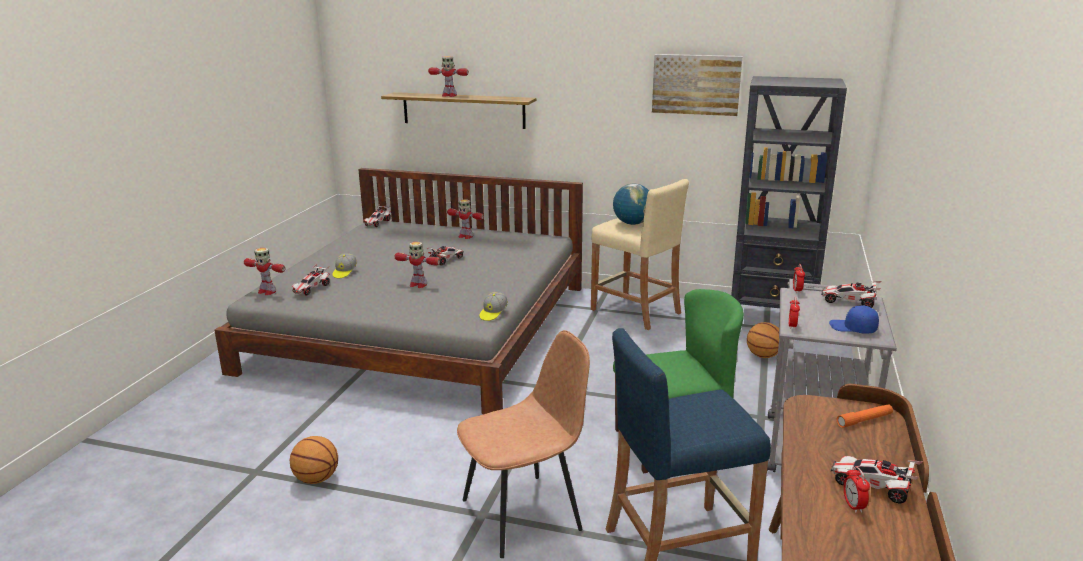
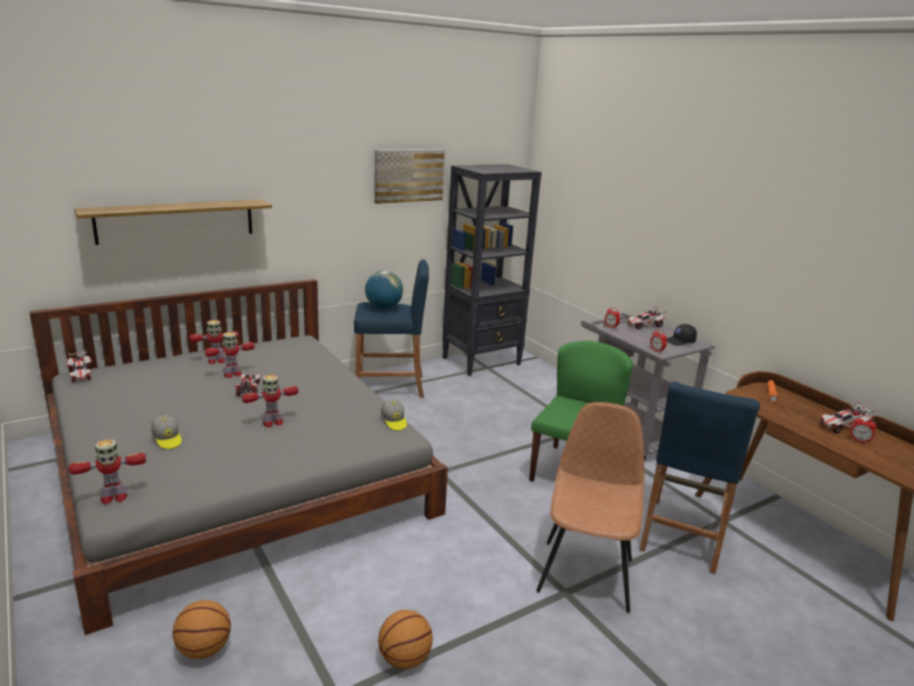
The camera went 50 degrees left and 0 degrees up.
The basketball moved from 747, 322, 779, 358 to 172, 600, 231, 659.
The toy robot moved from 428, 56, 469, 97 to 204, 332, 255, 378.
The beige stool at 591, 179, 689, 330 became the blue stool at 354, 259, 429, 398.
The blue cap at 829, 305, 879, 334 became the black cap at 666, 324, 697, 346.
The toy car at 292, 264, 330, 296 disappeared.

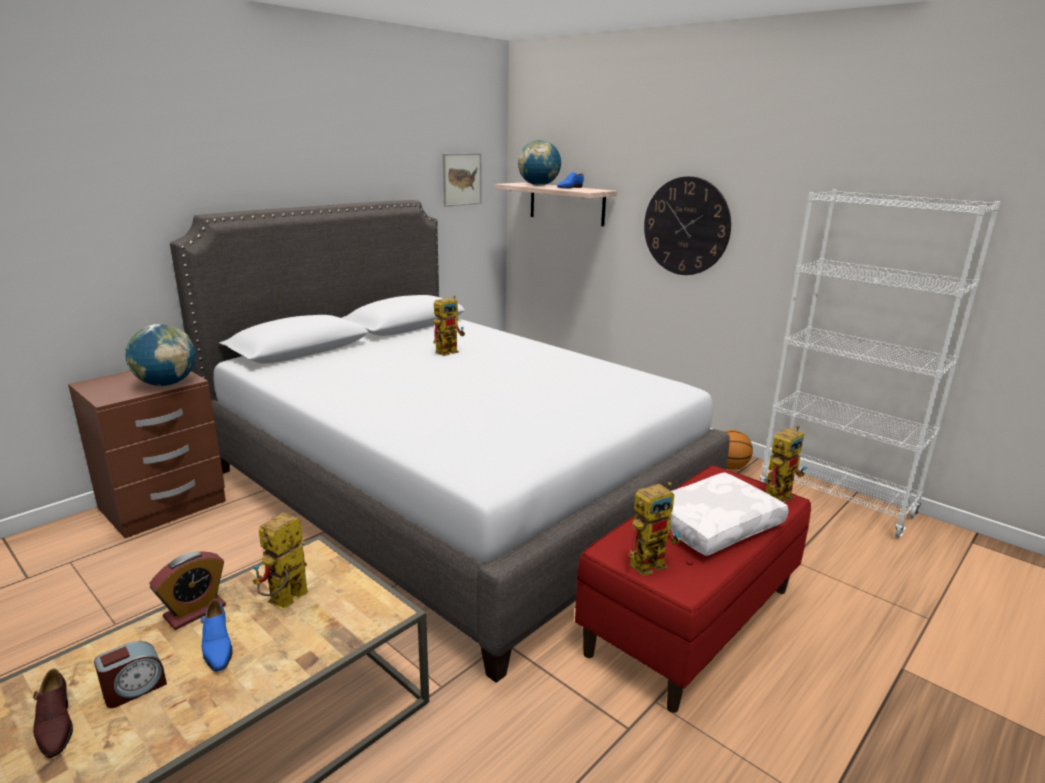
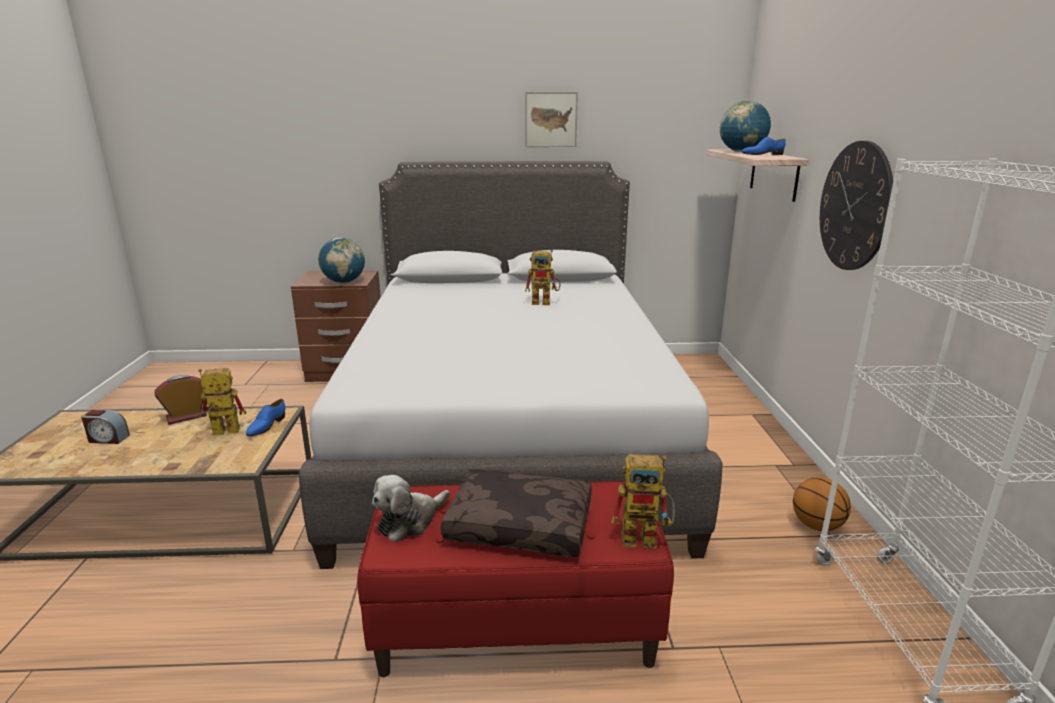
The camera went 45 degrees right and 0 degrees up.
The alarm clock at 149, 551, 226, 630 turned 150 degrees clockwise.
The blue shoe moved from 201, 599, 232, 672 to 246, 399, 286, 436.
The toy robot at 629, 482, 680, 576 was replaced by the plush toy at 372, 475, 450, 542.
The white pillow at 670, 472, 789, 556 became the brown pillow at 441, 469, 592, 557.
The picture moved from 443, 153, 481, 207 to 525, 92, 578, 147.
The brown shoe at 33, 669, 73, 758 disappeared.

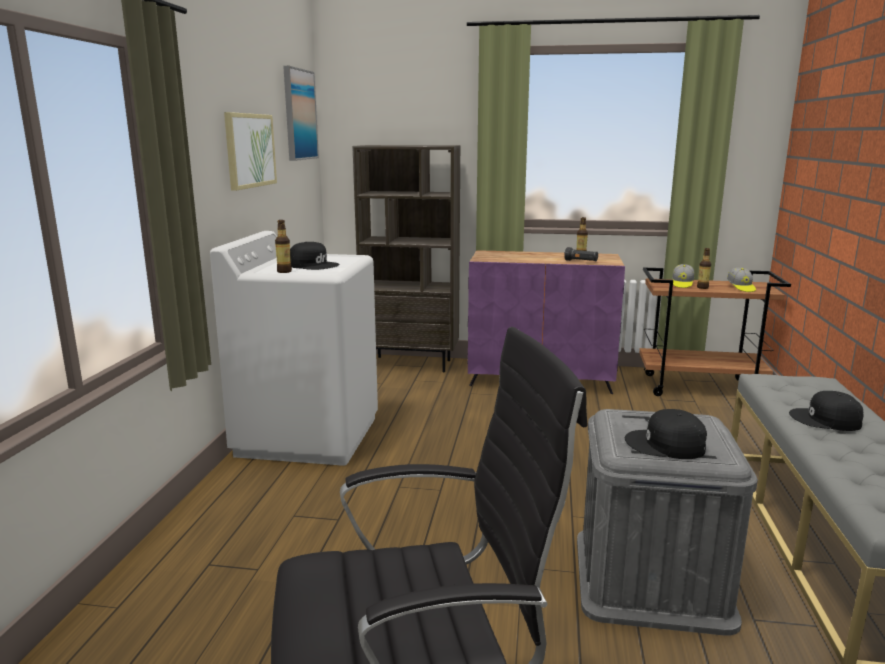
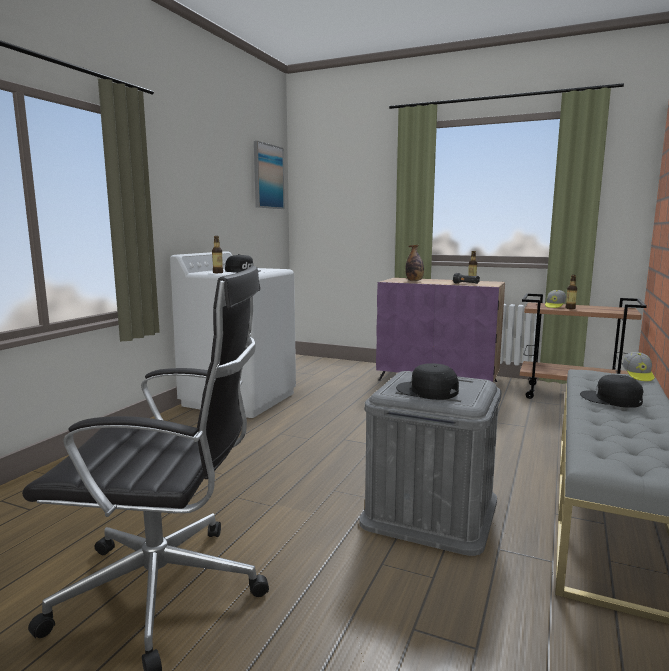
The camera went 15 degrees right and 5 degrees down.
The bottle at 406, 245, 424, 281 appeared.
The cap moved from 727, 268, 756, 292 to 623, 352, 654, 381.
The picture at 224, 112, 277, 191 disappeared.
The brown bookcase at 352, 145, 460, 372 disappeared.

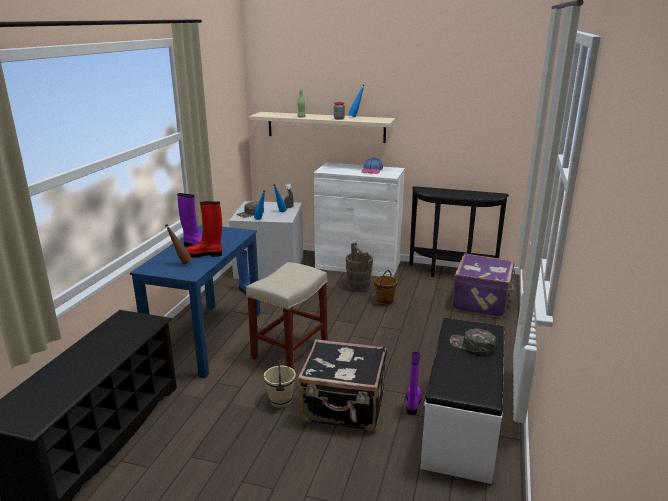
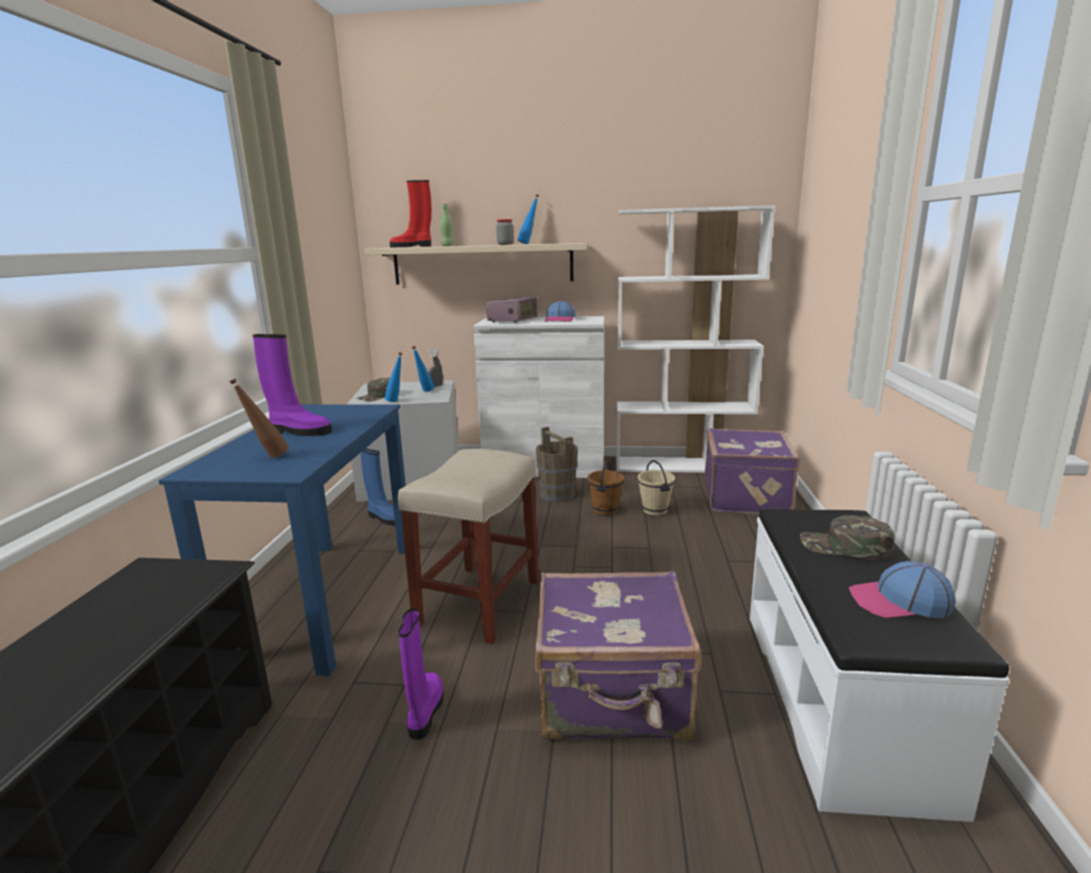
The camera went 10 degrees left and 5 degrees down.
The red boot moved from 186, 201, 222, 258 to 390, 180, 432, 248.
The purple boot moved from 406, 352, 422, 415 to 398, 609, 444, 740.
The radio at 486, 296, 537, 322 appeared.
The black suitcase at 298, 339, 387, 431 became the purple suitcase at 535, 571, 701, 740.
The black console table at 409, 186, 509, 277 was replaced by the white bookcase at 616, 205, 775, 473.
The beige bucket moved from 264, 360, 296, 407 to 638, 460, 675, 516.
The cap at 849, 561, 956, 618 appeared.

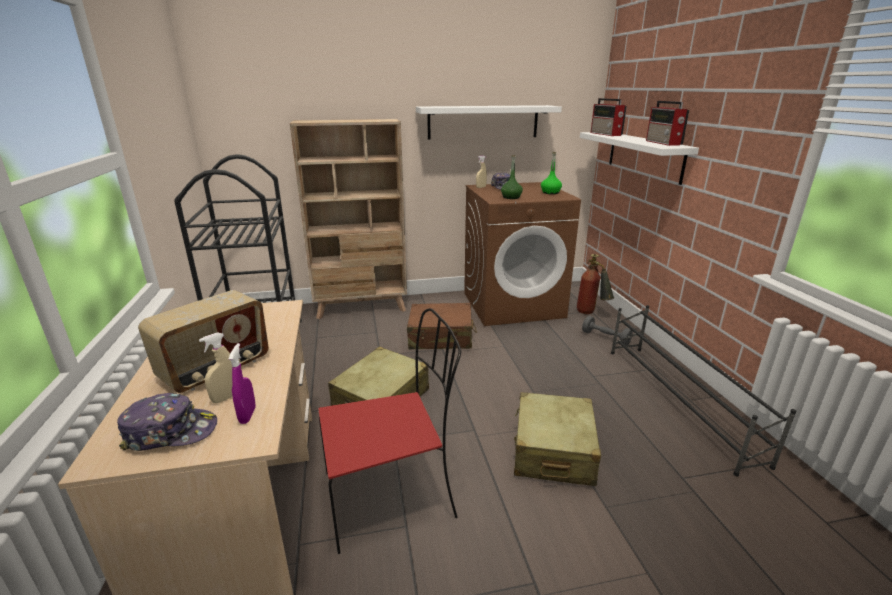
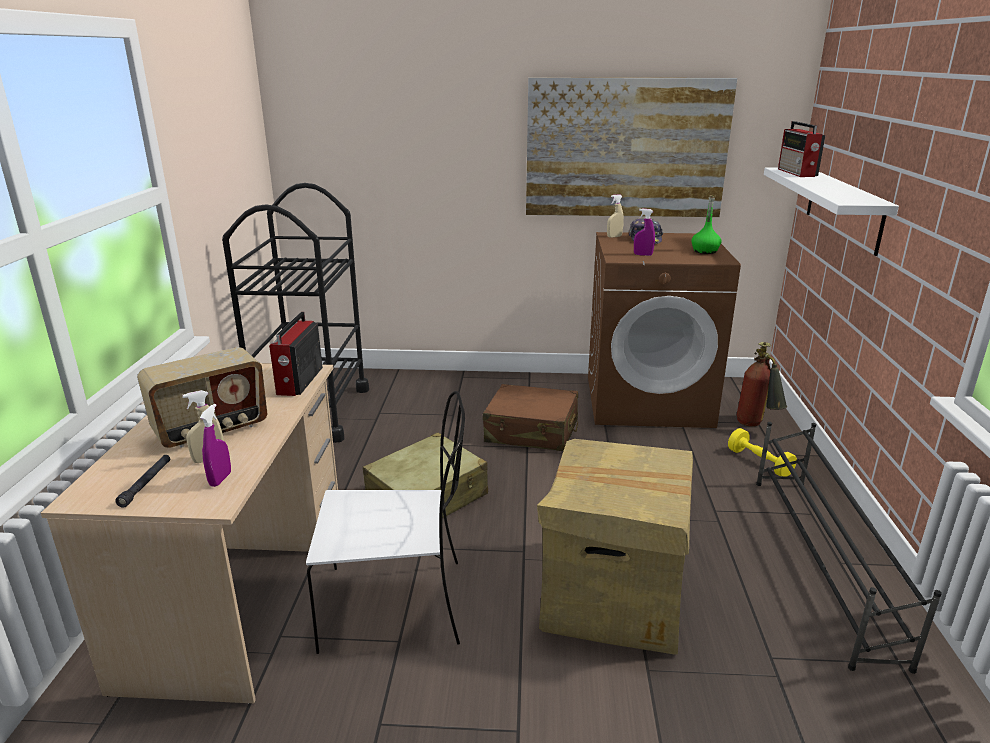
The camera went 15 degrees right and 0 degrees up.
The cap at 117, 393, 217, 451 was replaced by the black flashlight at 115, 455, 170, 508.
The radio moved from 646, 101, 689, 146 to 269, 312, 323, 396.
The red chair at 318, 308, 461, 554 became the white chair at 306, 391, 465, 654.
The white shelf at 416, 105, 562, 140 was replaced by the picture at 526, 78, 737, 217.
The beige suitcase at 514, 392, 601, 486 was replaced by the cardboard box at 537, 439, 693, 655.
The green bottle at 501, 155, 523, 199 was replaced by the purple spray bottle at 634, 209, 655, 256.
The grey dumbbell at 582, 316, 633, 346 became the yellow dumbbell at 728, 428, 797, 477.
The beige bookcase at 290, 119, 407, 319 disappeared.

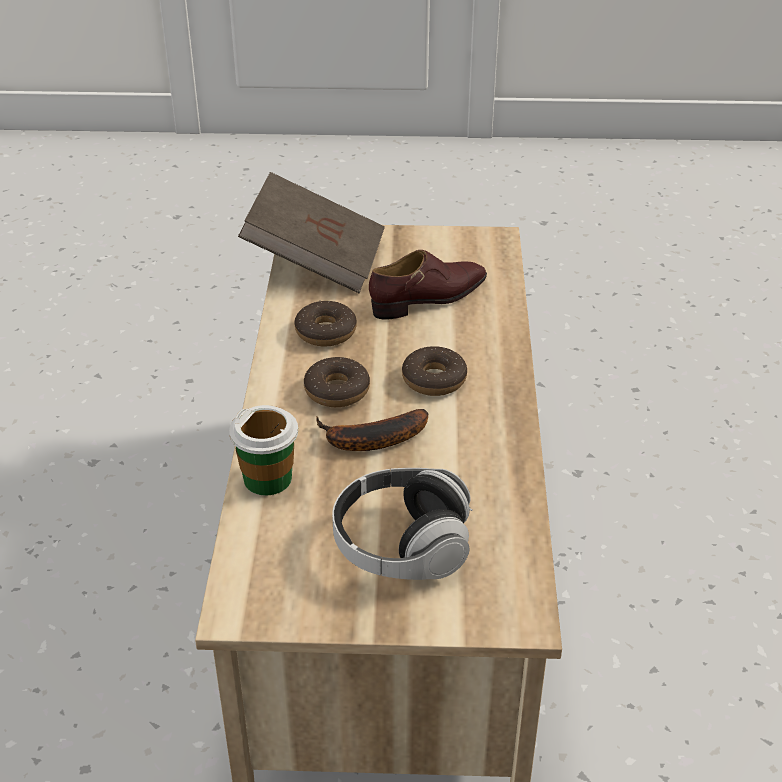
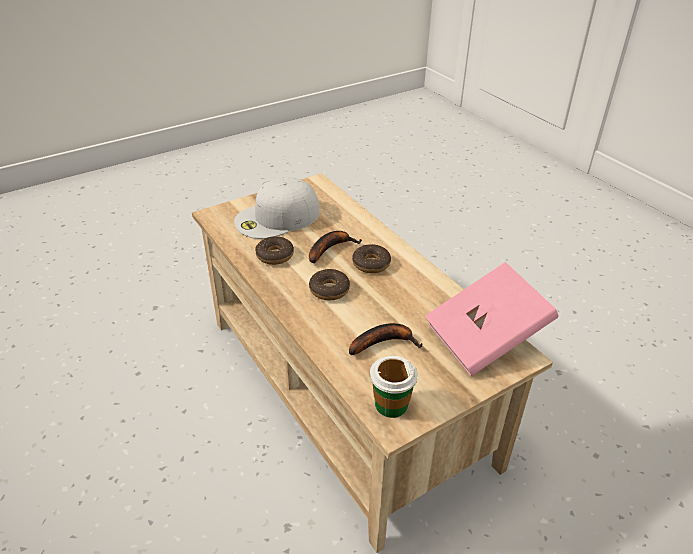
The camera went 145 degrees right and 0 degrees up.
The headphones at 332, 468, 472, 580 was replaced by the white cap at 234, 177, 319, 239.
The donut moved from 294, 300, 357, 346 to 255, 236, 294, 265.
The brown shoe at 369, 250, 487, 319 was replaced by the banana at 349, 323, 423, 355.
The cup moved from 229, 405, 298, 495 to 370, 356, 418, 418.
The brown book at 238, 172, 385, 293 became the pink book at 425, 262, 558, 376.

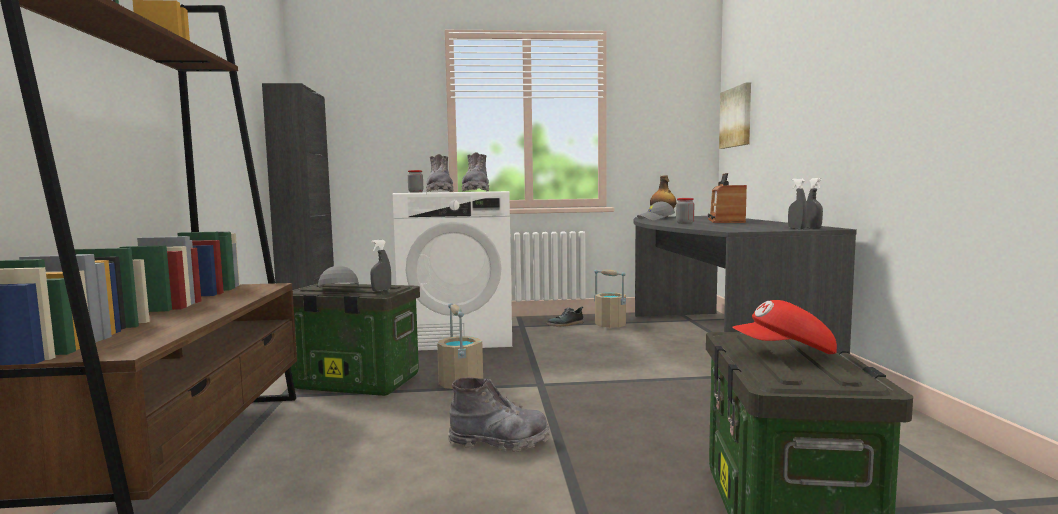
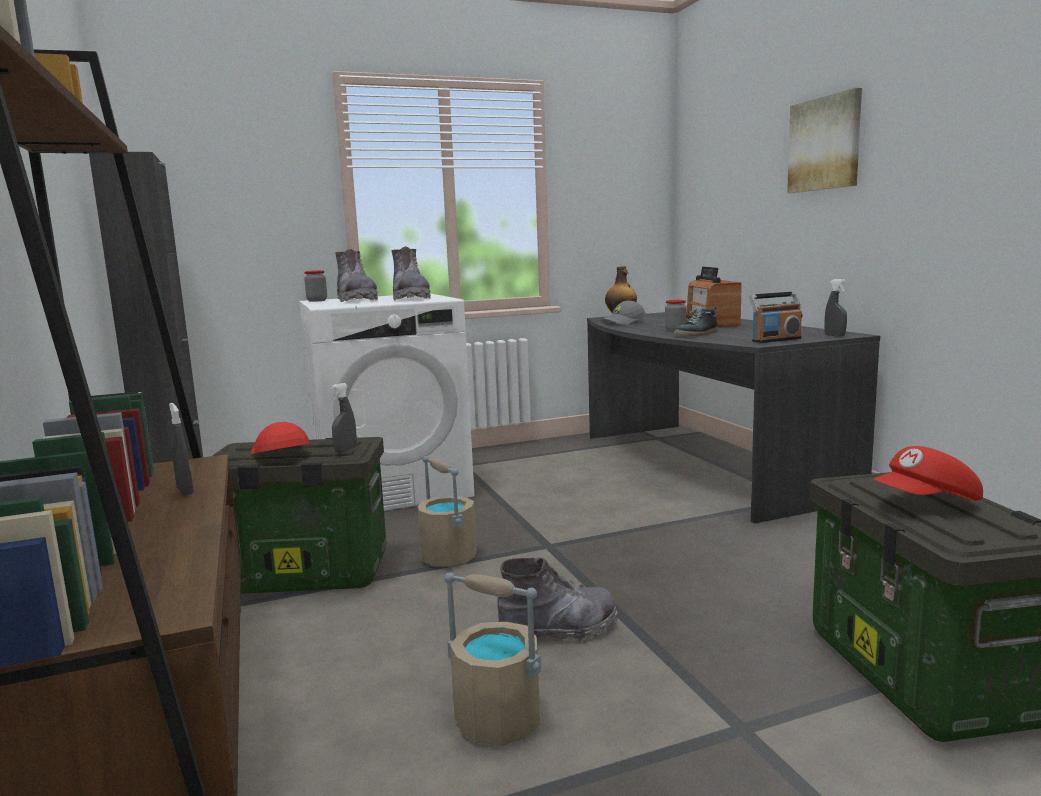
The camera went 15 degrees left and 5 degrees up.
The grey spray bottle moved from 788, 178, 807, 229 to 169, 403, 194, 496.
The grey cap at 318, 266, 359, 288 became the red cap at 250, 422, 310, 454.
The beige bucket moved from 594, 270, 626, 328 to 444, 572, 541, 746.
The shoe moved from 547, 306, 583, 327 to 674, 307, 718, 336.
The radio at 749, 292, 802, 343 appeared.
The picture moved from 719, 83, 751, 149 to 787, 88, 862, 193.

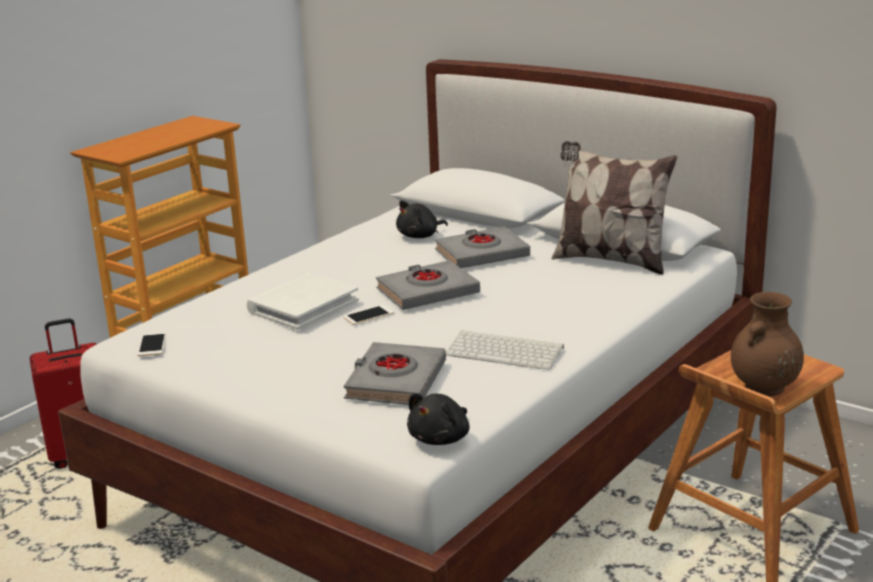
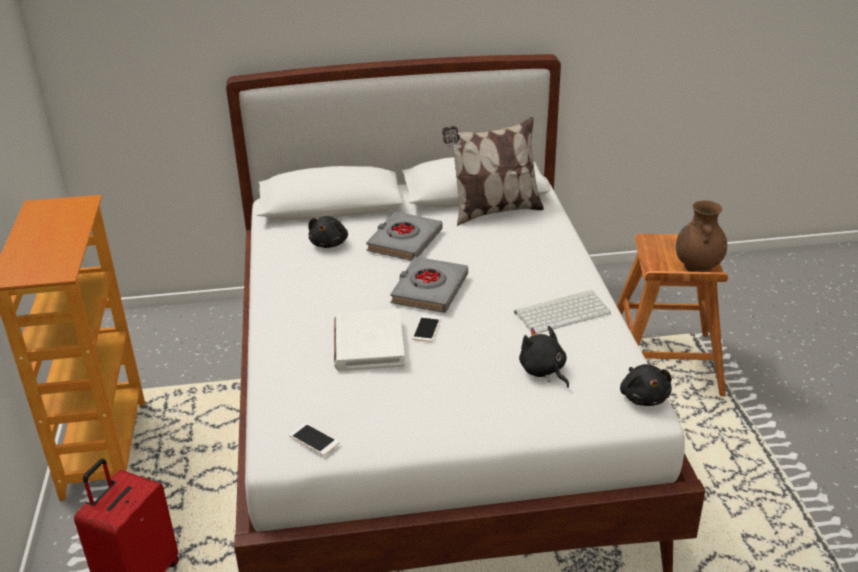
The camera went 45 degrees left and 10 degrees up.
The grey book at 344, 342, 446, 405 was replaced by the black plush toy at 519, 326, 569, 388.

